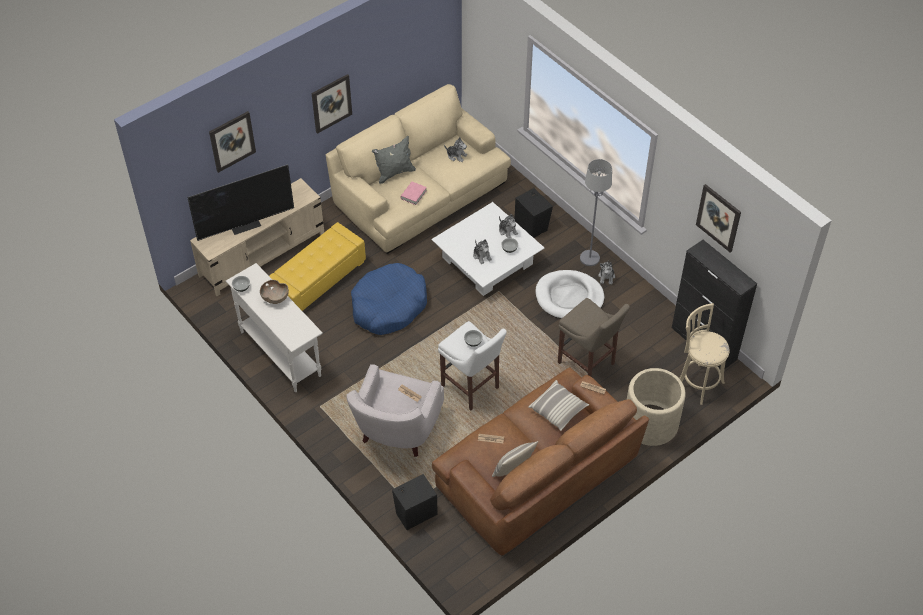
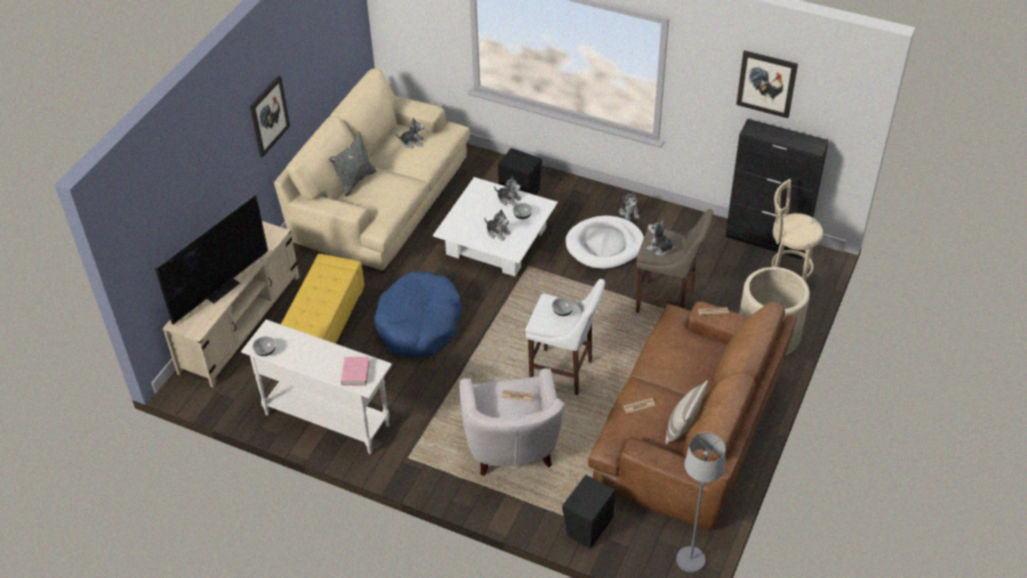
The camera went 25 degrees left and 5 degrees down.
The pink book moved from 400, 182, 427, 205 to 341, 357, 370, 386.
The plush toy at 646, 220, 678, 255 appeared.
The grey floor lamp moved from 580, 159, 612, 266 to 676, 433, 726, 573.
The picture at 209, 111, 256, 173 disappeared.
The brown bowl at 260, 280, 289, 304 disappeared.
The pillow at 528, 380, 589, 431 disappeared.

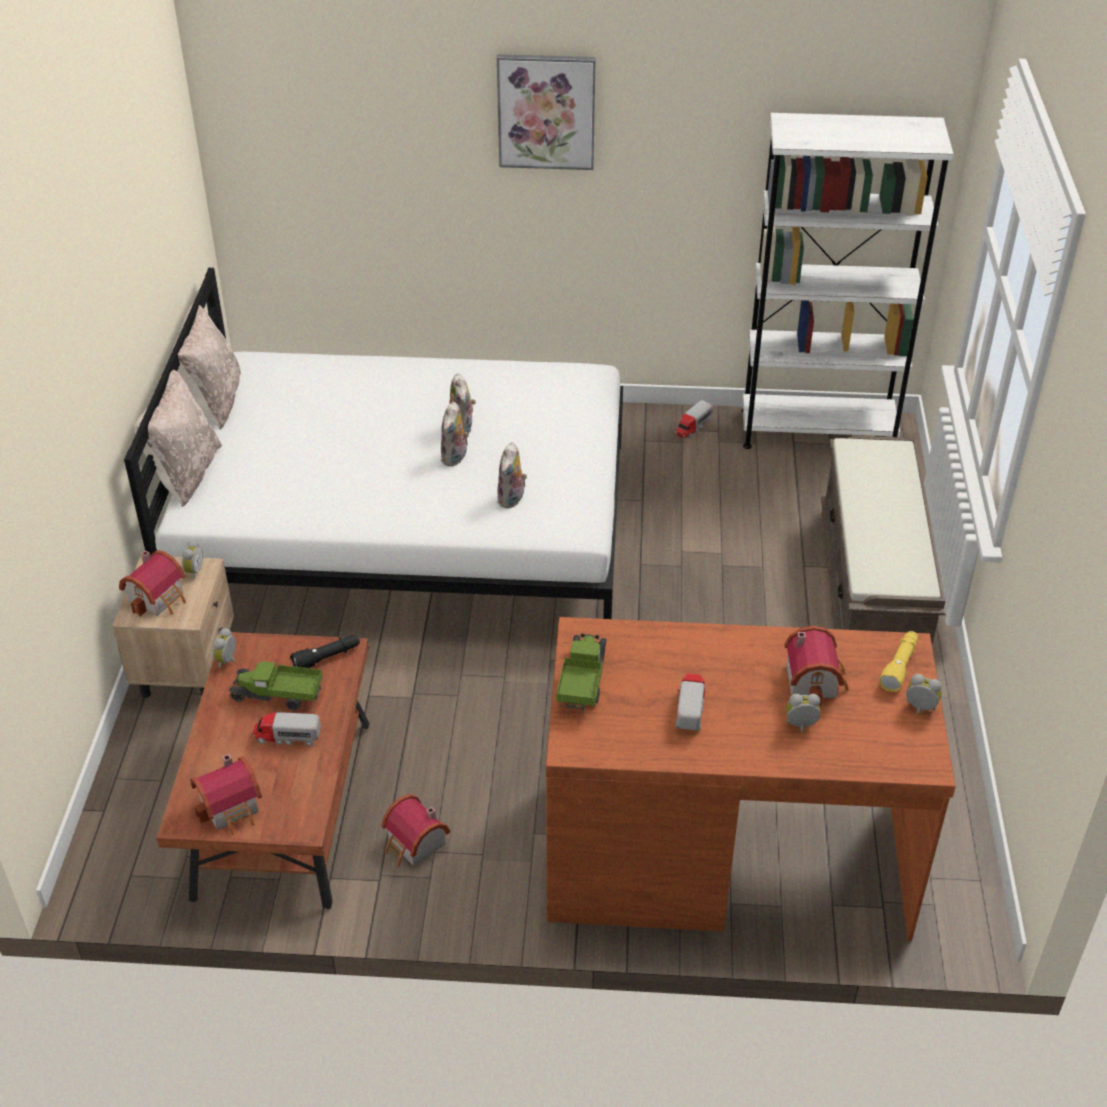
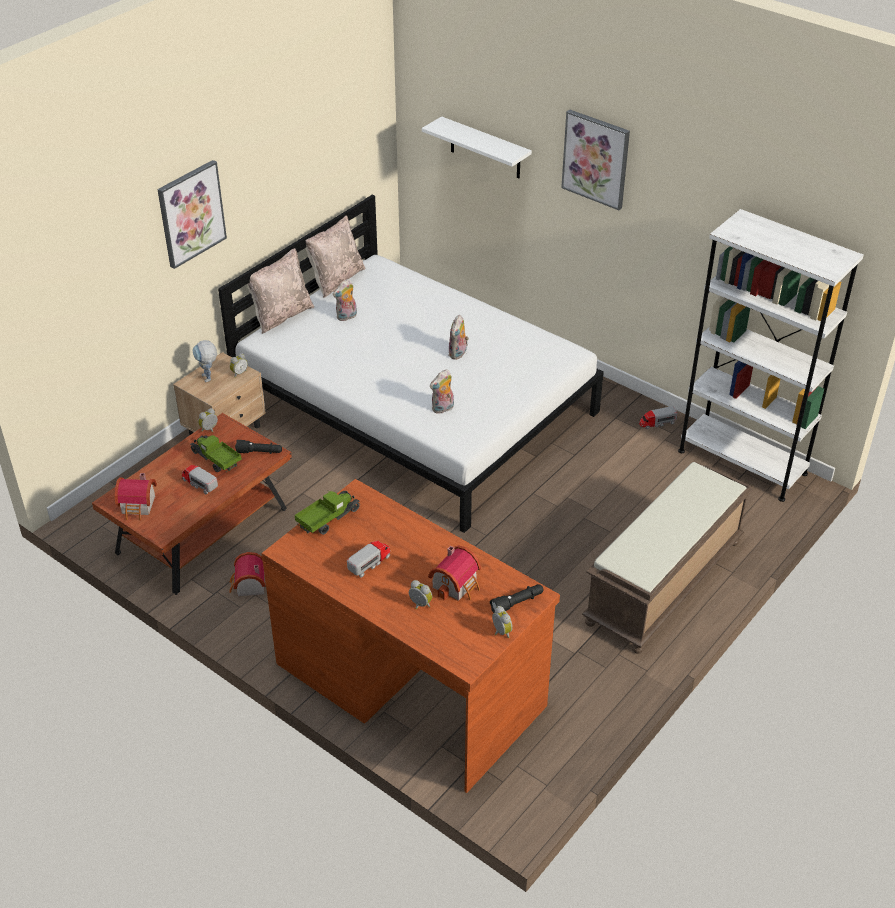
The camera went 35 degrees right and 0 degrees up.
The picture at 157, 160, 227, 269 appeared.
The toy house at 119, 550, 186, 616 was replaced by the toy robot at 193, 340, 217, 382.
The plush toy moved from 441, 402, 469, 466 to 333, 279, 357, 321.
The white shelf at 422, 116, 532, 178 appeared.
The yellow flashlight at 879, 631, 918, 692 became the black flashlight at 490, 584, 544, 613.

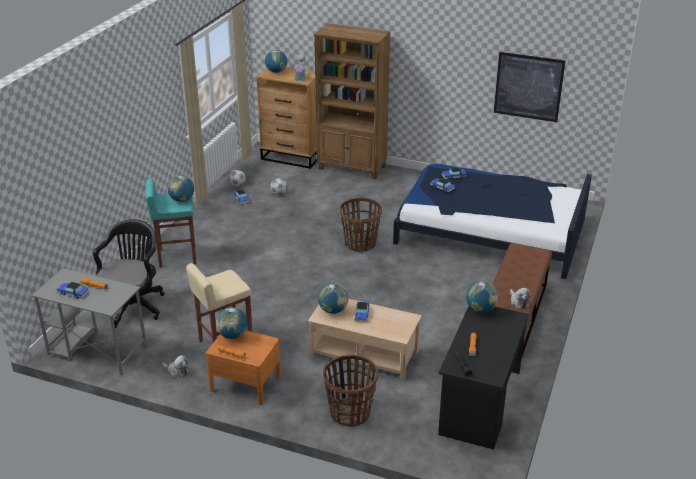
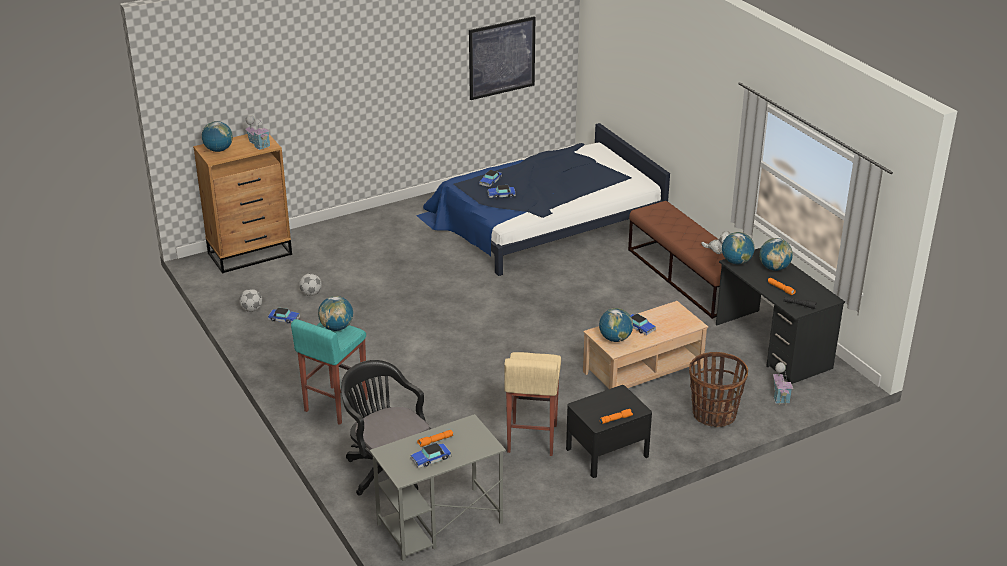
The camera went 50 degrees left and 0 degrees up.
The orange nightstand at 206, 330, 281, 405 became the black nightstand at 566, 385, 652, 478.
The globe moved from 216, 307, 247, 339 to 760, 238, 793, 271.
The toy house at 773, 362, 793, 405 appeared.
The plush toy at 162, 355, 189, 378 disappeared.
The brown bookcase at 314, 23, 390, 180 disappeared.
The basket at 339, 198, 382, 252 disappeared.

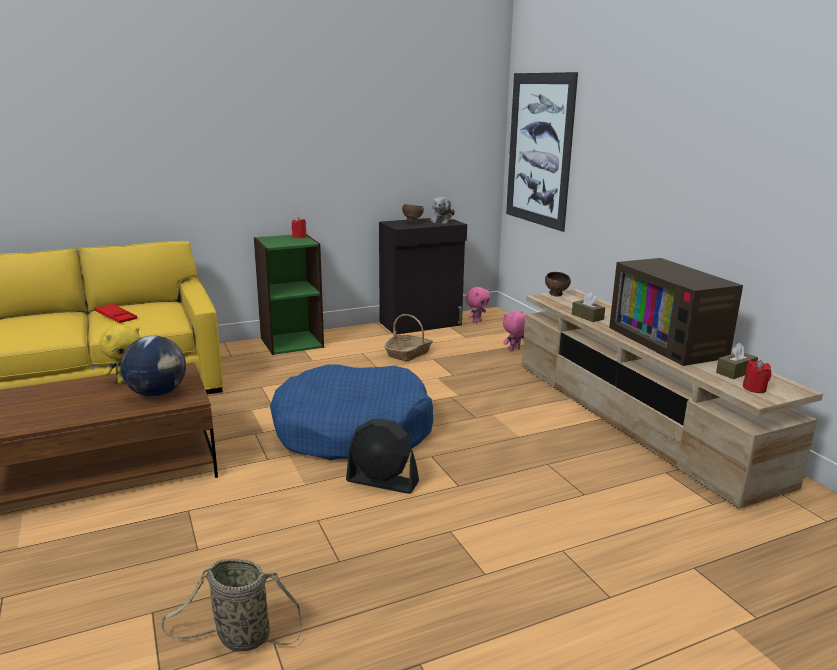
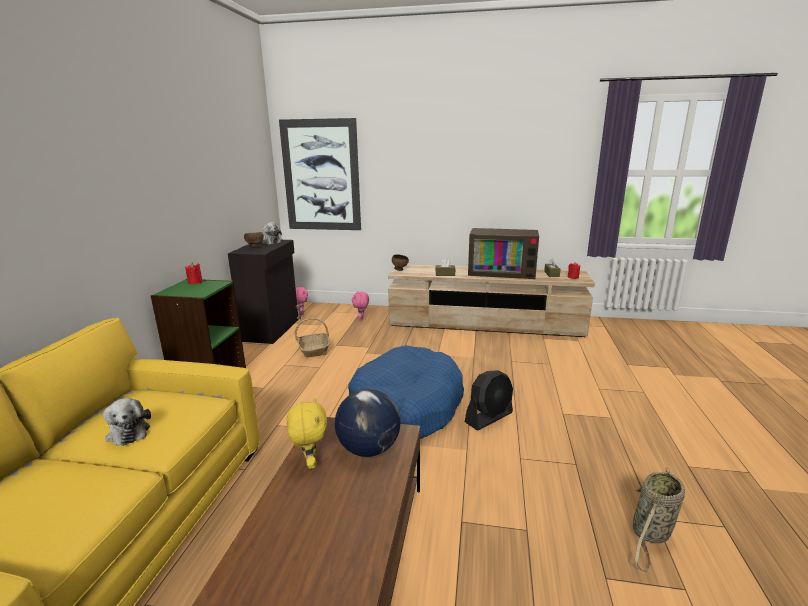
The camera went 55 degrees left and 0 degrees up.
The red tray at 95, 304, 137, 323 was replaced by the plush toy at 103, 398, 151, 446.

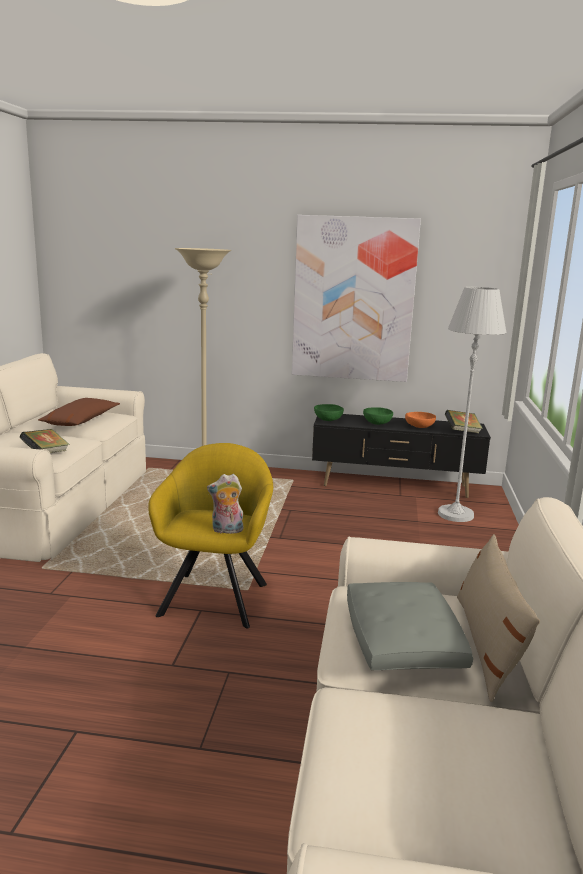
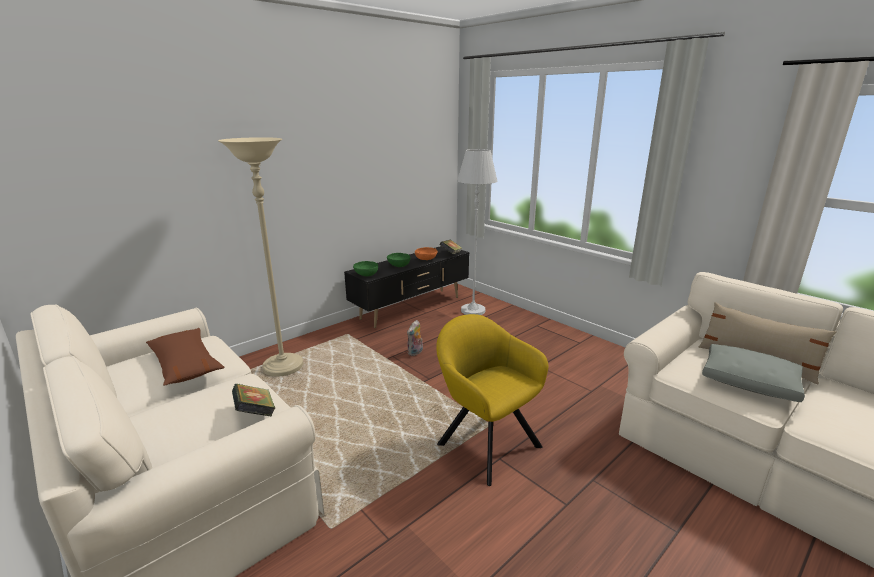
The camera went 50 degrees left and 5 degrees up.
The plush toy moved from 207, 474, 243, 534 to 407, 320, 423, 356.
The picture at 292, 215, 421, 382 disappeared.

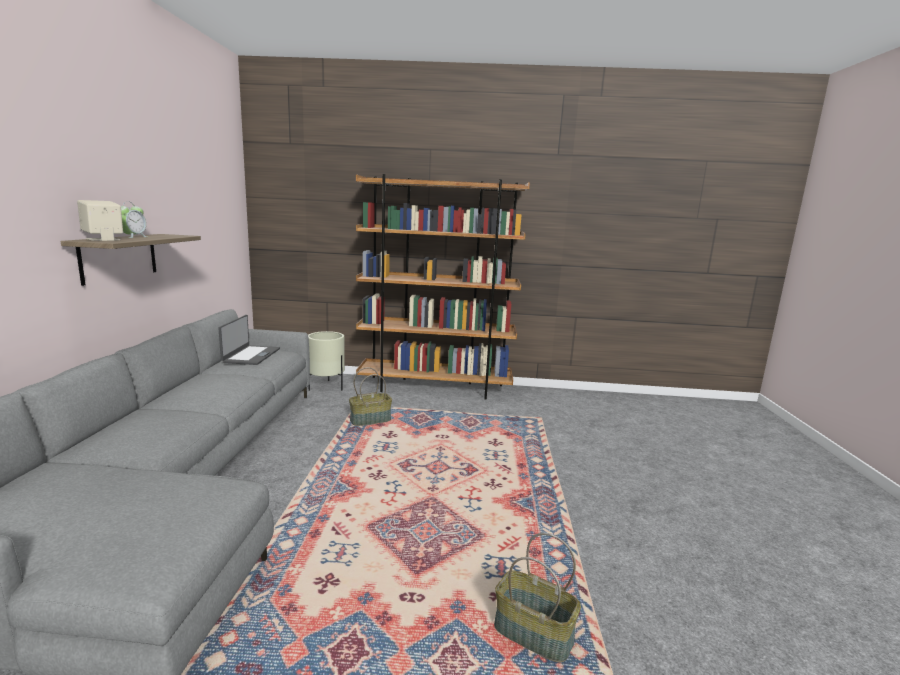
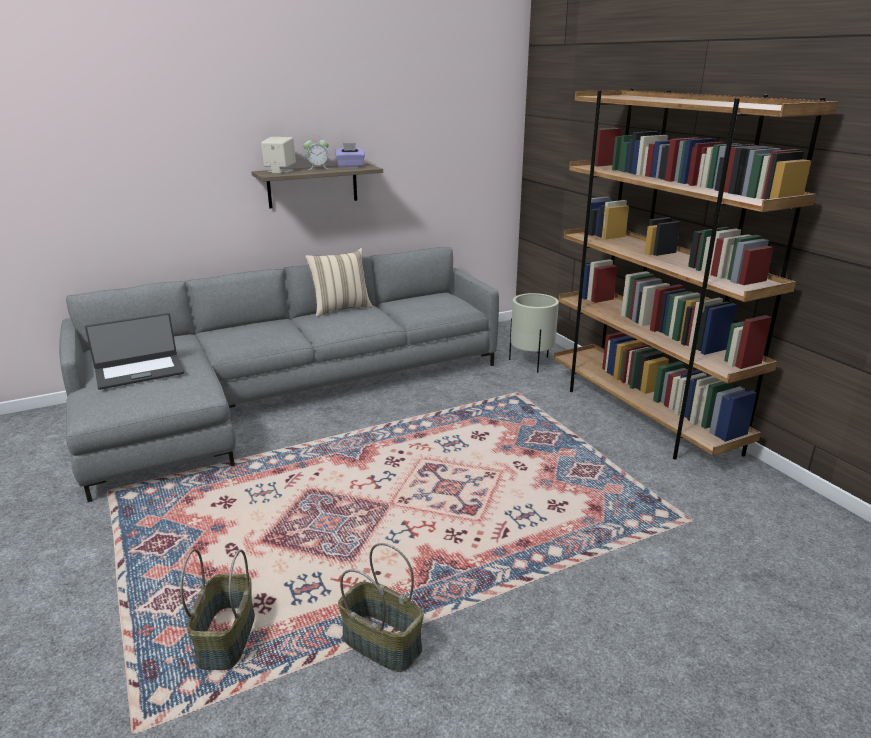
The camera went 60 degrees right and 10 degrees up.
The laptop moved from 218, 315, 280, 365 to 85, 313, 184, 390.
The beige pillow at 305, 248, 373, 317 appeared.
The purple tissue box at 335, 143, 365, 167 appeared.
The basket moved from 349, 367, 392, 426 to 338, 543, 424, 672.

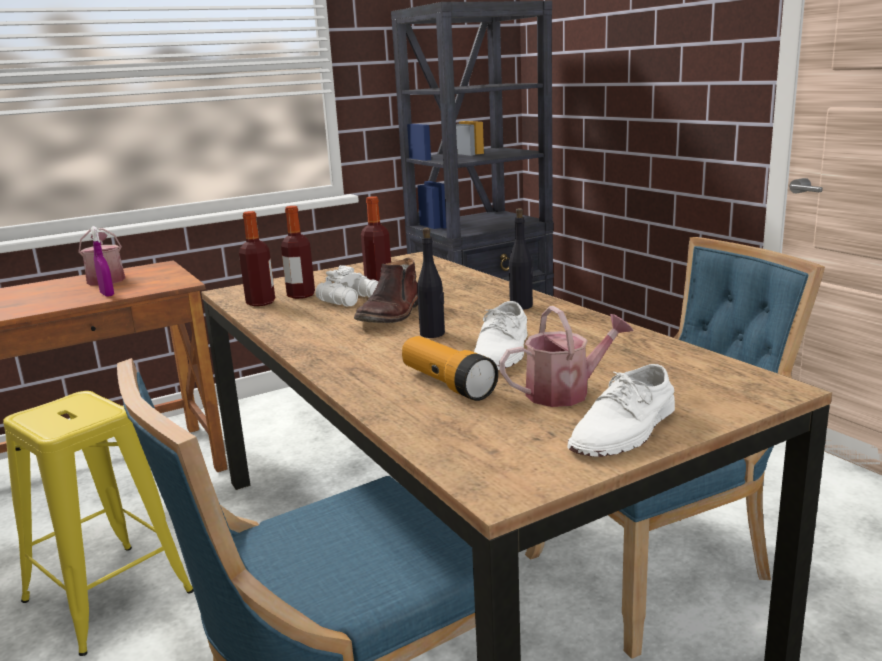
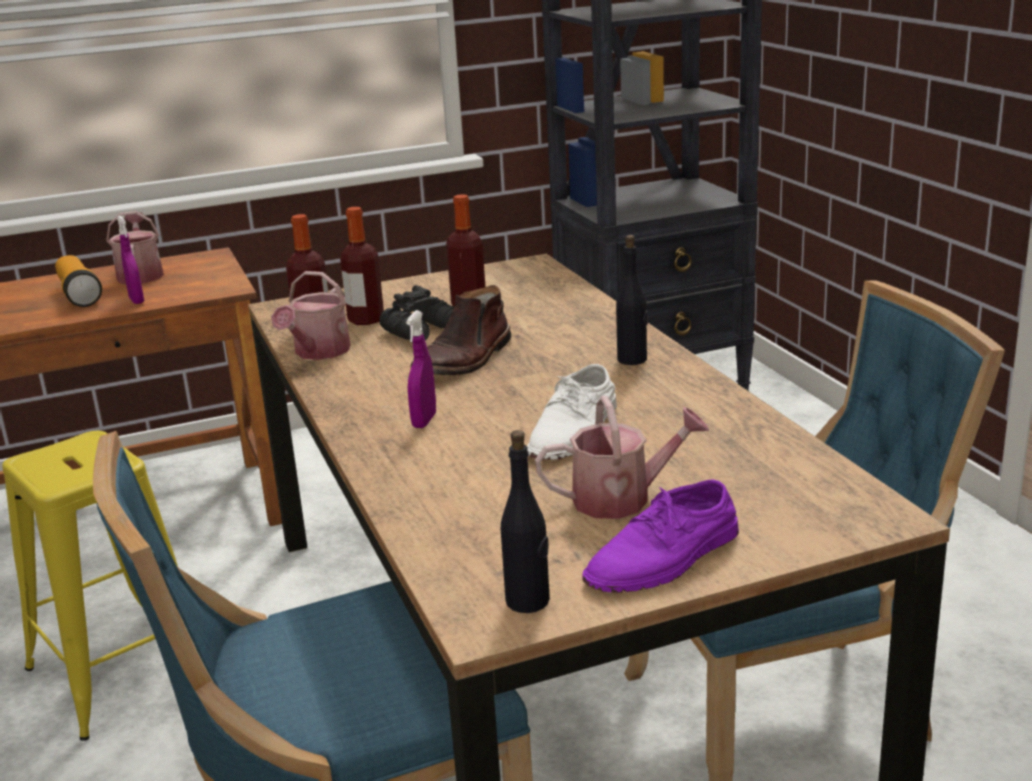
The camera went 10 degrees right and 5 degrees up.
The flashlight moved from 402, 336, 498, 401 to 55, 255, 102, 307.
The watering can at 271, 271, 351, 360 appeared.
The white binoculars at 315, 265, 379, 307 became the black binoculars at 379, 285, 454, 342.
The purple spray bottle at 406, 310, 436, 428 appeared.
The black bottle moved from 417, 228, 445, 338 to 501, 430, 550, 613.
The white shoe at 568, 364, 675, 457 became the purple shoe at 582, 479, 739, 593.

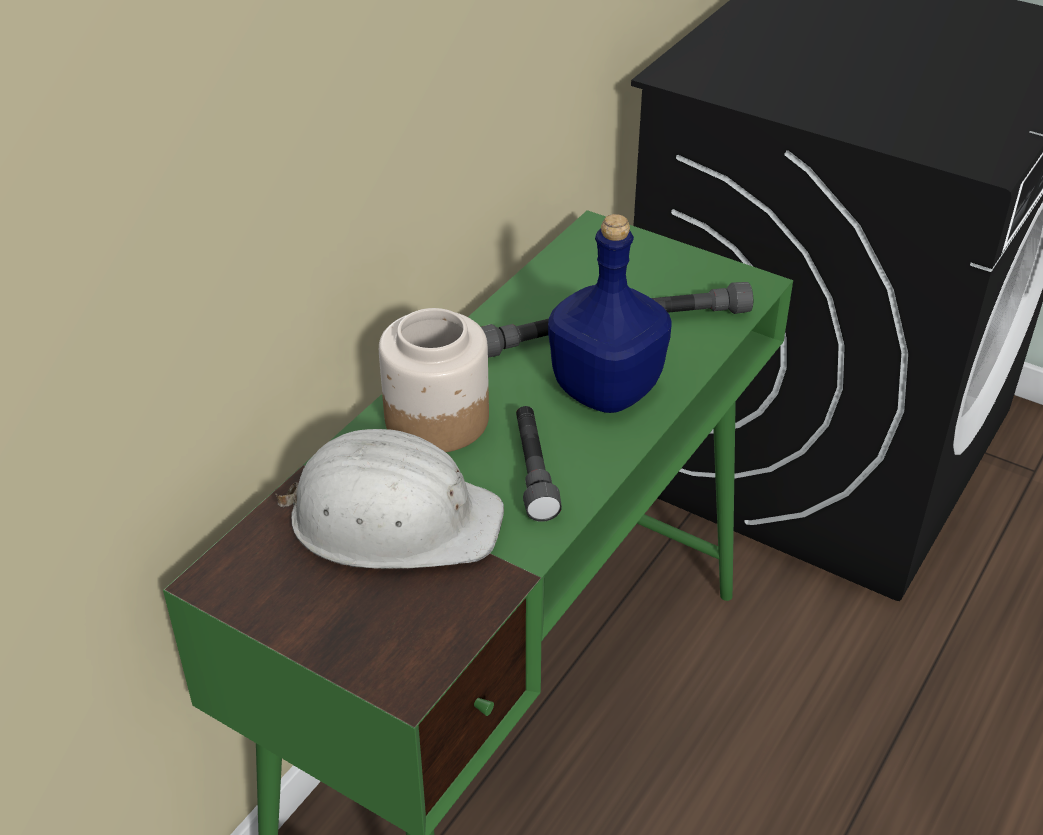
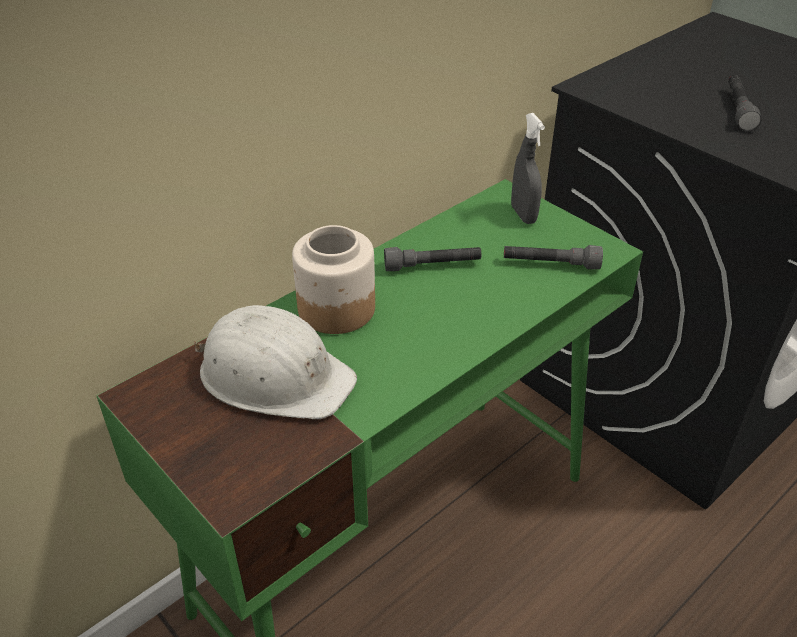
The camera went 15 degrees right and 0 degrees up.
The grey spray bottle at 511, 113, 545, 224 appeared.
The grey flashlight moved from 516, 406, 562, 522 to 728, 75, 762, 131.
The blue bottle at 548, 214, 672, 413 disappeared.

